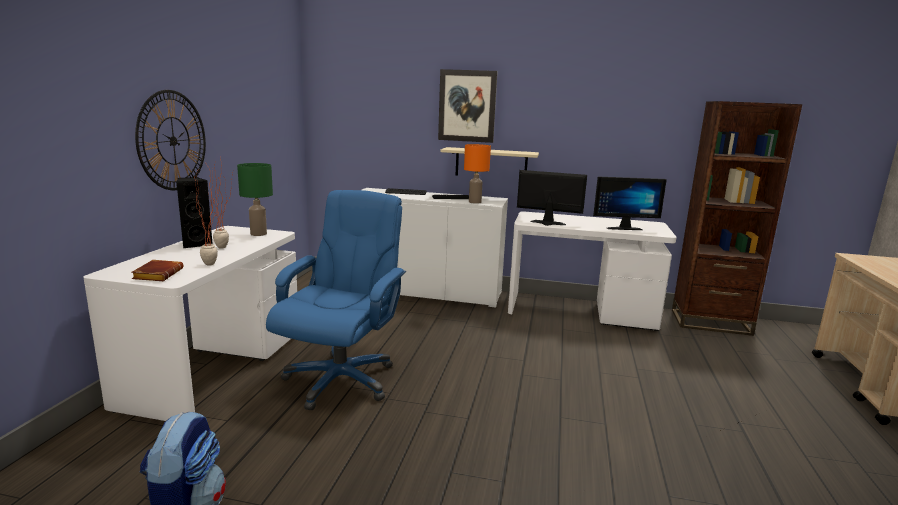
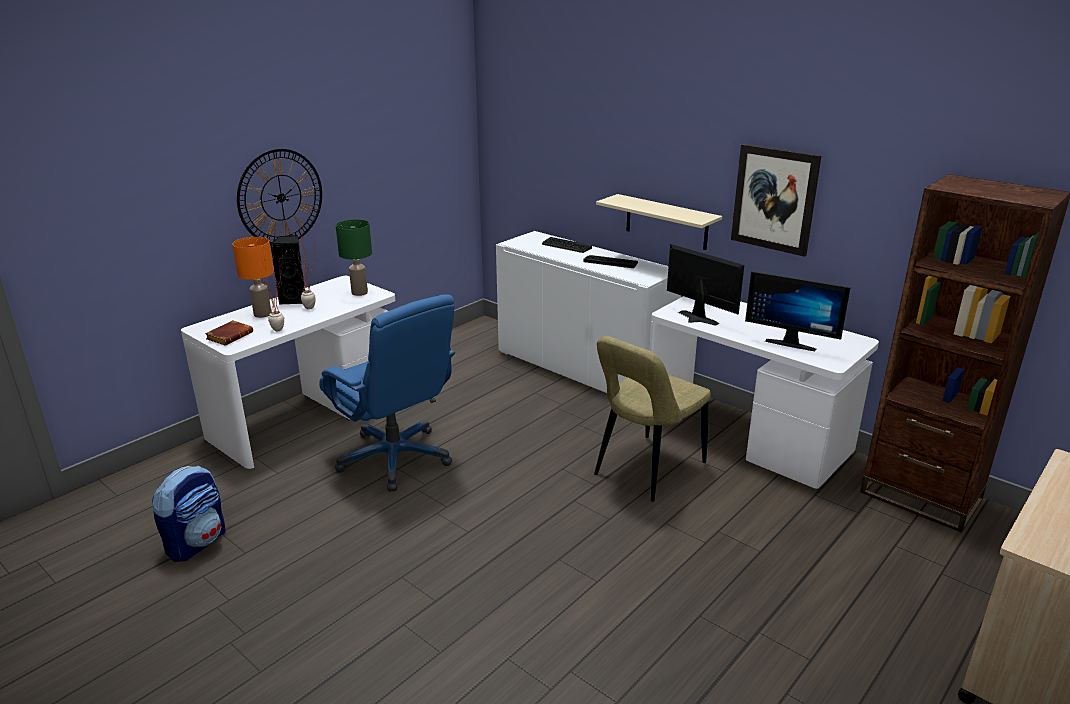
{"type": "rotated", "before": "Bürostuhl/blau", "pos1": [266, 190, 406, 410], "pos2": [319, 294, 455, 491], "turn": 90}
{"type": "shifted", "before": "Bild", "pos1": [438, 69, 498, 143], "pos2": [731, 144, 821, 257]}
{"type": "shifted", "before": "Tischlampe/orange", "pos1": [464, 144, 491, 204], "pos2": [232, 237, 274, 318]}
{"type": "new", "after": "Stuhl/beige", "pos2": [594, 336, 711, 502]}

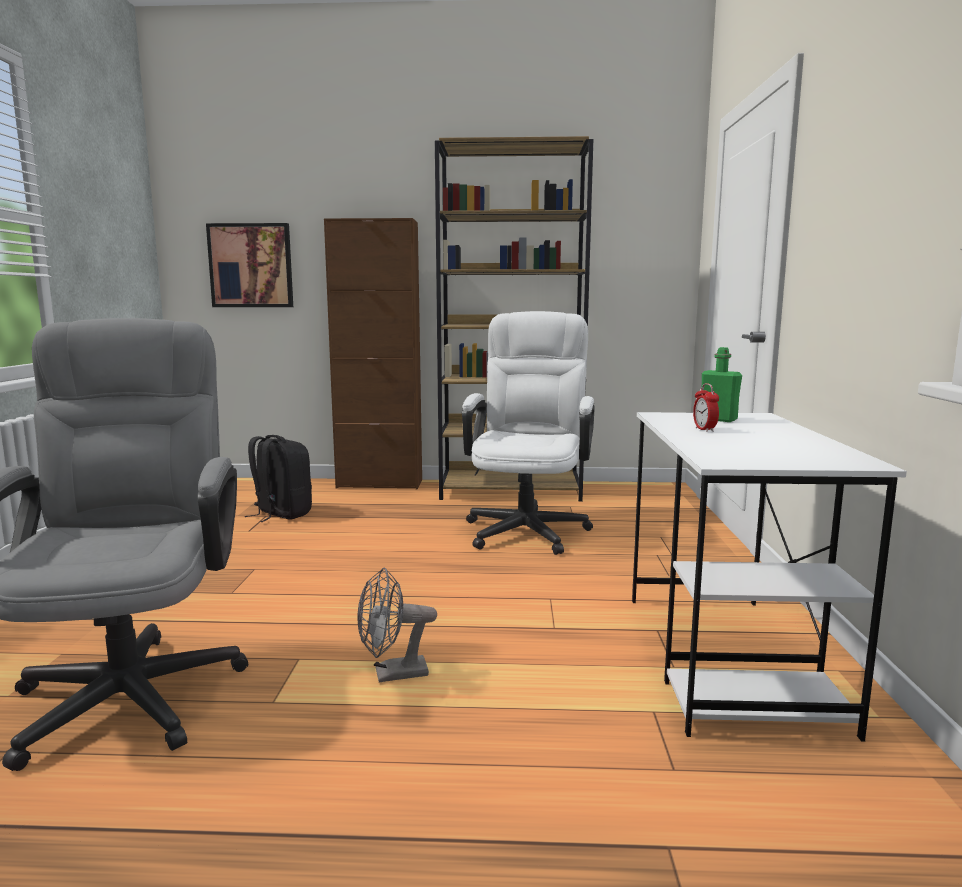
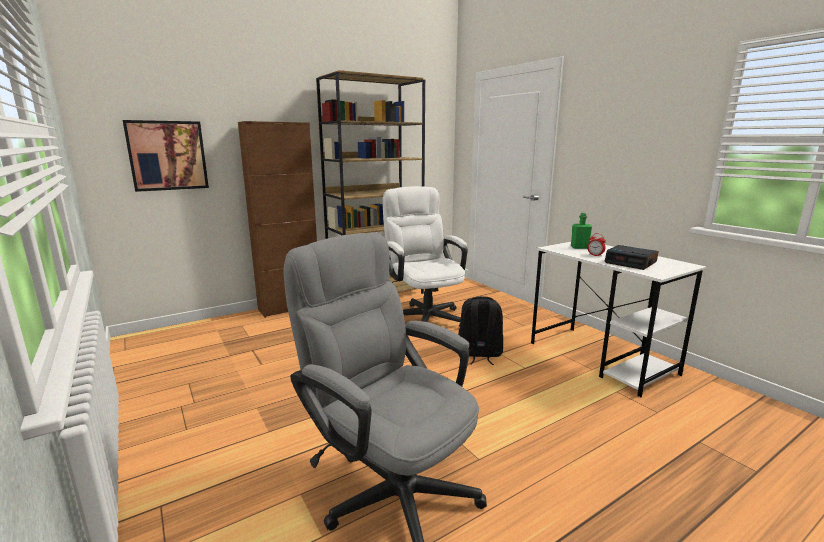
{"type": "shifted", "before": "Rucksack/schwarz", "pos1": [245, 435, 312, 522], "pos2": [458, 296, 503, 365]}
{"type": "gone", "before": "Ventilator/grau", "pos1": [357, 567, 437, 682]}
{"type": "new", "after": "Wecker", "pos2": [604, 245, 658, 270]}

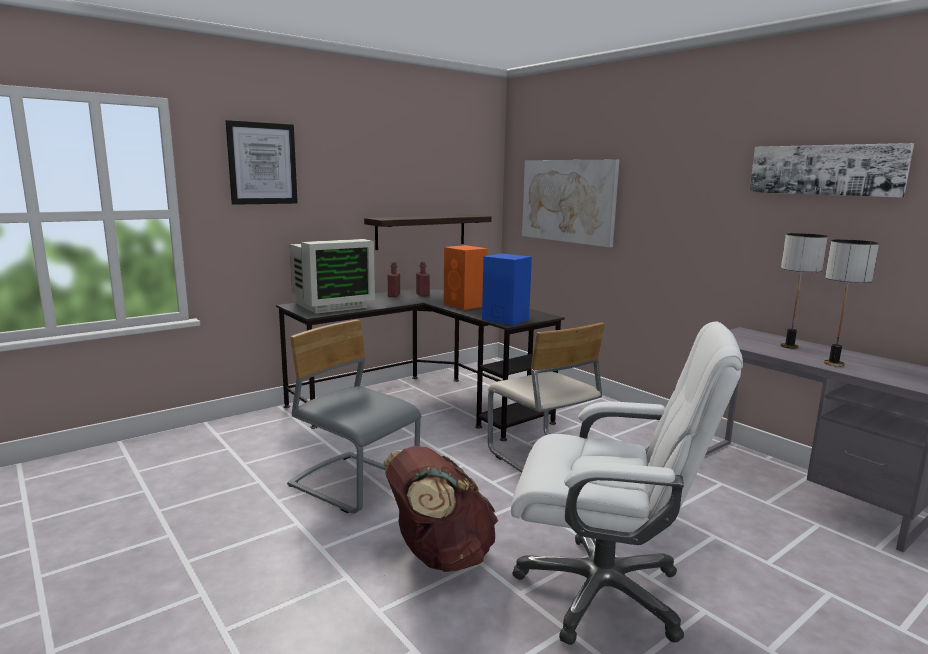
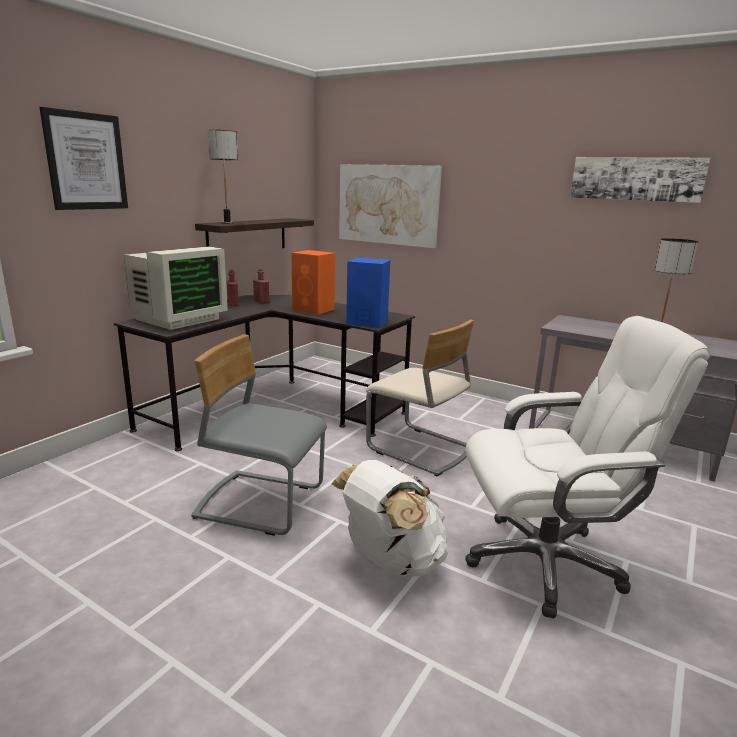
{"type": "repainted", "before": "Rucksack/braun", "after": "Rucksack/weiß", "pos1": [383, 446, 498, 572], "pos2": [331, 460, 448, 577]}
{"type": "shifted", "before": "Tischlampe", "pos1": [780, 233, 828, 349], "pos2": [208, 130, 238, 224]}

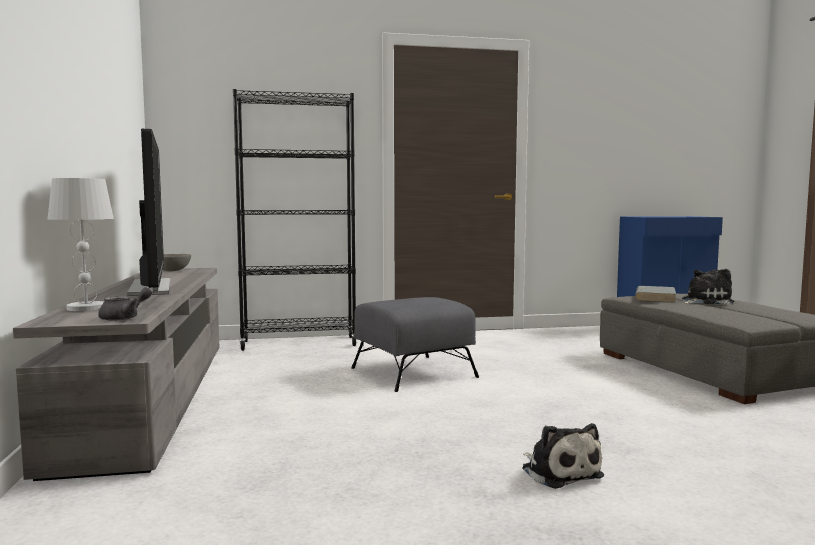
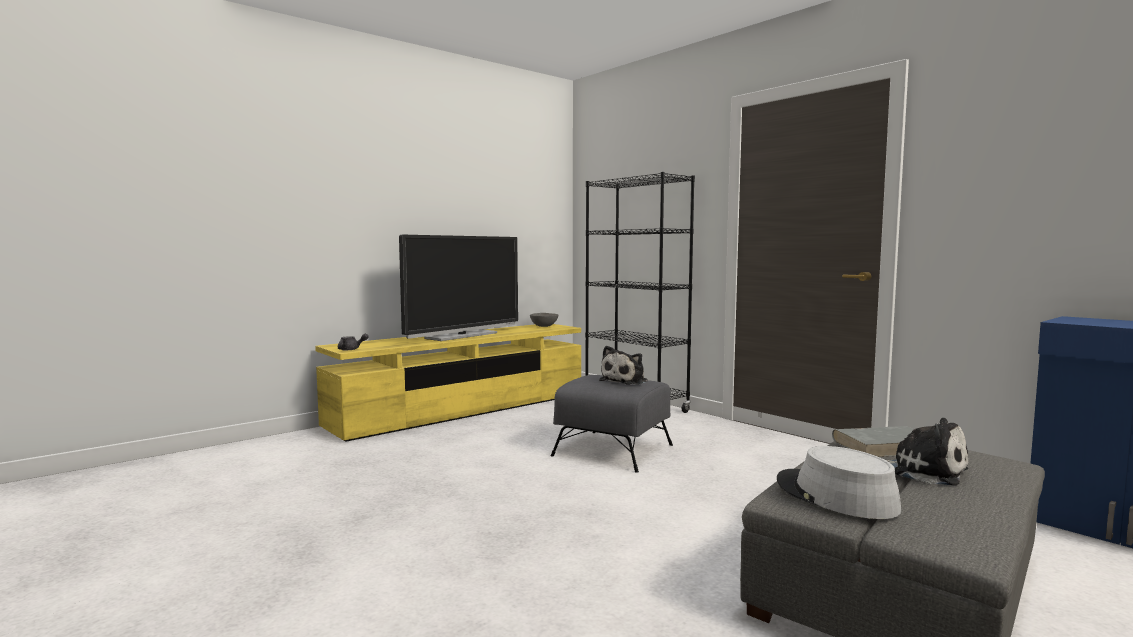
{"type": "repainted", "before": "Fernsehschrank/grau", "after": "Fernsehschrank/gelb", "pos1": [13, 268, 219, 481], "pos2": [315, 324, 581, 442]}
{"type": "gone", "before": "Tischlampe/weiß", "pos1": [48, 178, 114, 311]}
{"type": "shifted", "before": "Plüschtier", "pos1": [522, 423, 604, 489], "pos2": [599, 346, 648, 385]}
{"type": "new", "after": "Hut/grau", "pos2": [777, 446, 902, 519]}

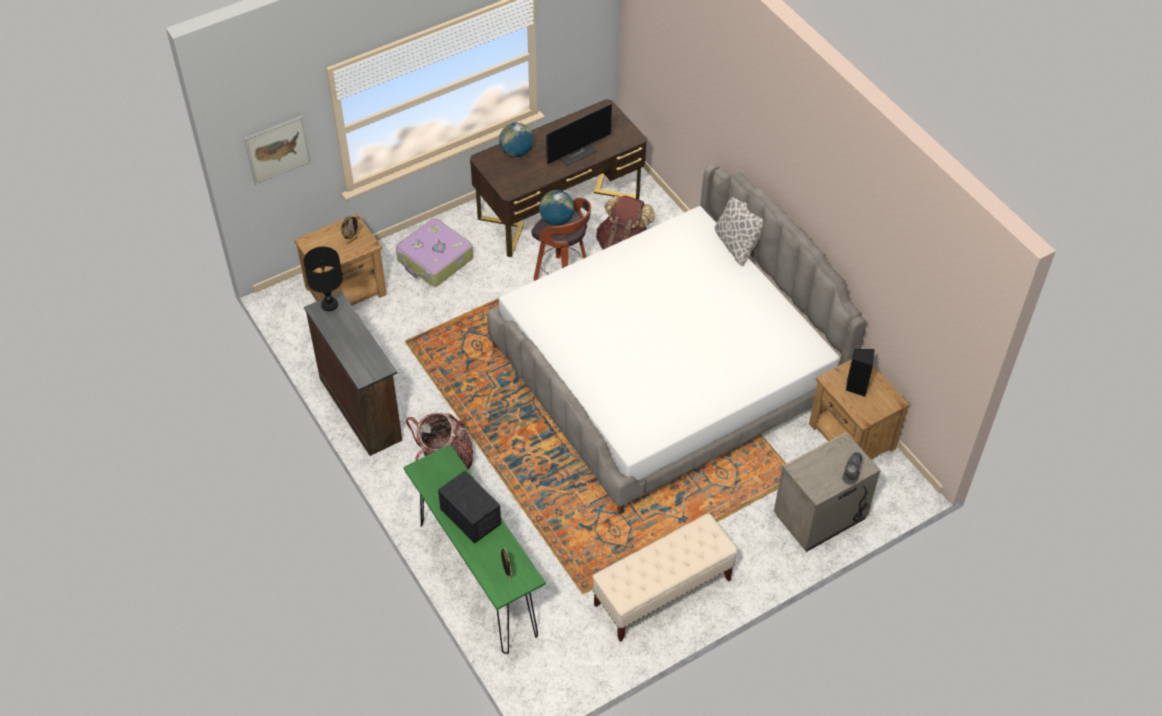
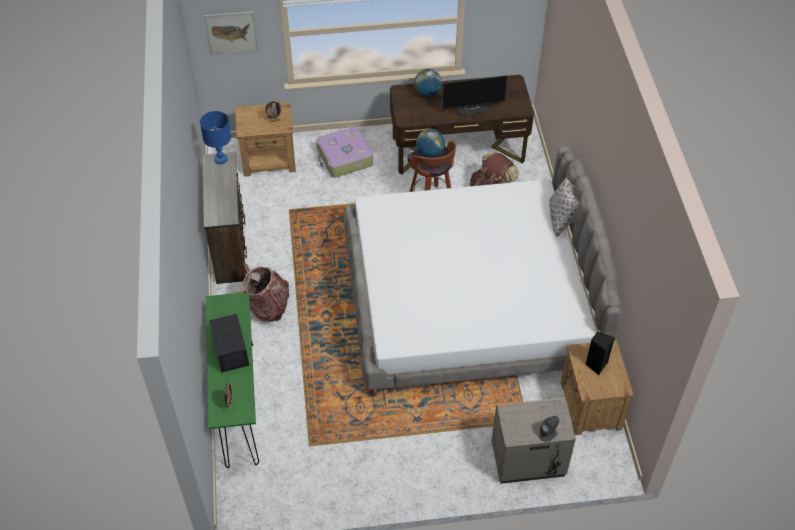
{"type": "repainted", "before": "Tischlampe/schwarz", "after": "Tischlampe/blau", "pos1": [303, 247, 343, 311], "pos2": [200, 111, 231, 164]}
{"type": "gone", "before": "Bank/beige", "pos1": [592, 514, 737, 642]}

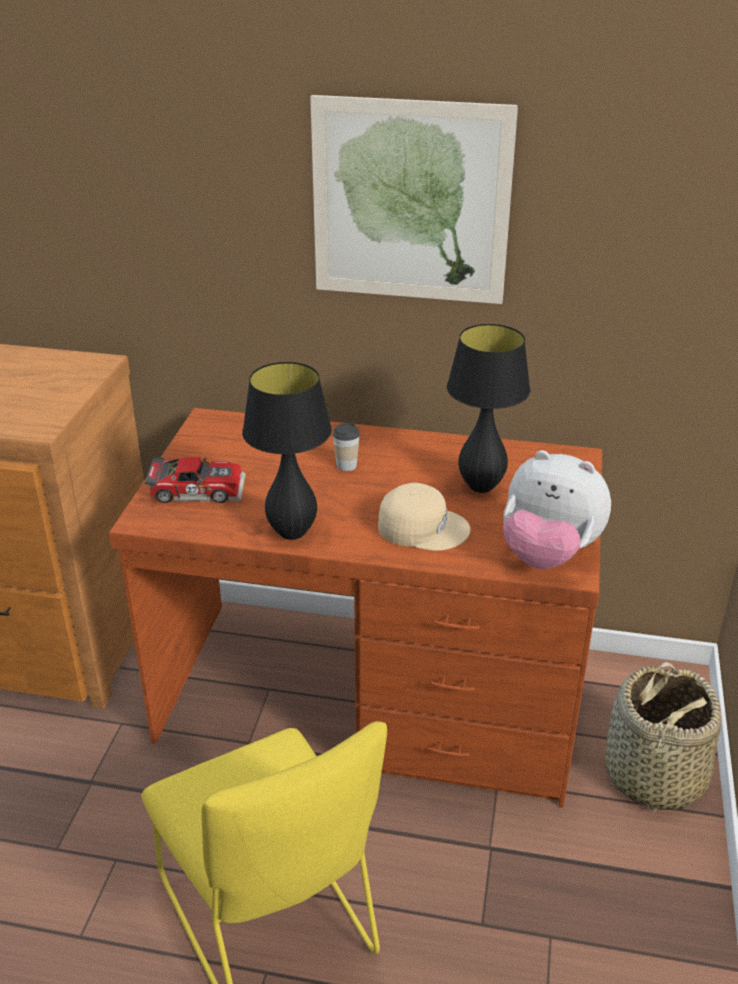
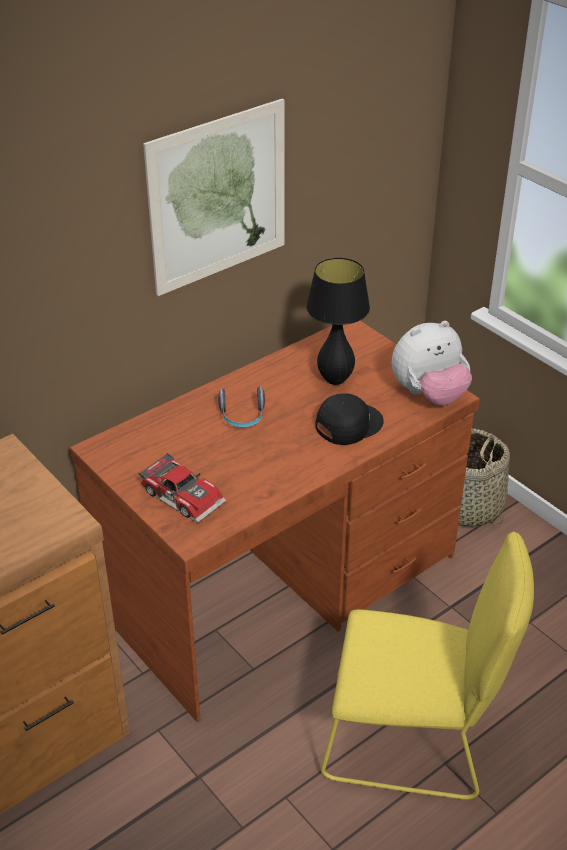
{"type": "rotated", "before": "Spielzeugauto", "pos1": [145, 457, 246, 503], "pos2": [138, 453, 226, 523], "turn": 90}
{"type": "gone", "before": "Tischlampe/schwarz", "pos1": [242, 362, 332, 540]}
{"type": "swapped", "before": "Tasse", "after": "Kopfhörer", "pos1": [333, 423, 360, 471], "pos2": [218, 387, 265, 427]}
{"type": "repainted", "before": "Kappe/beige", "after": "Kappe/schwarz", "pos1": [378, 483, 471, 551], "pos2": [315, 393, 384, 445]}

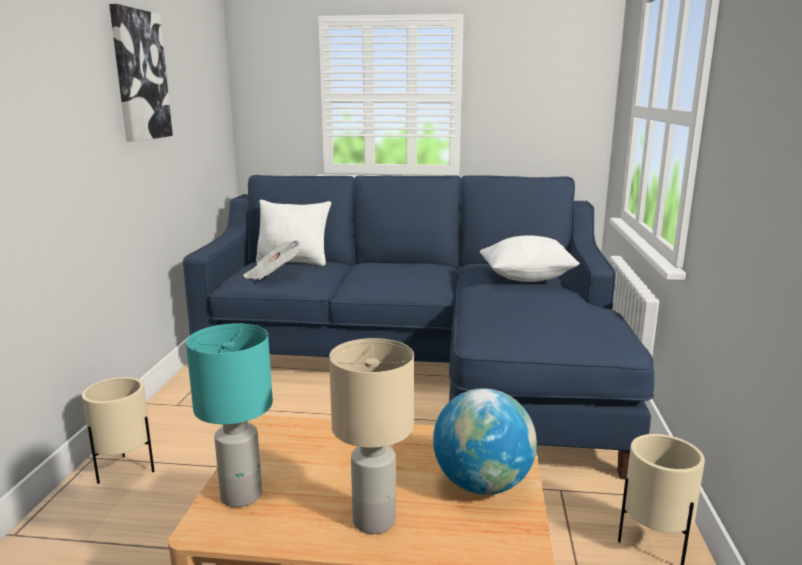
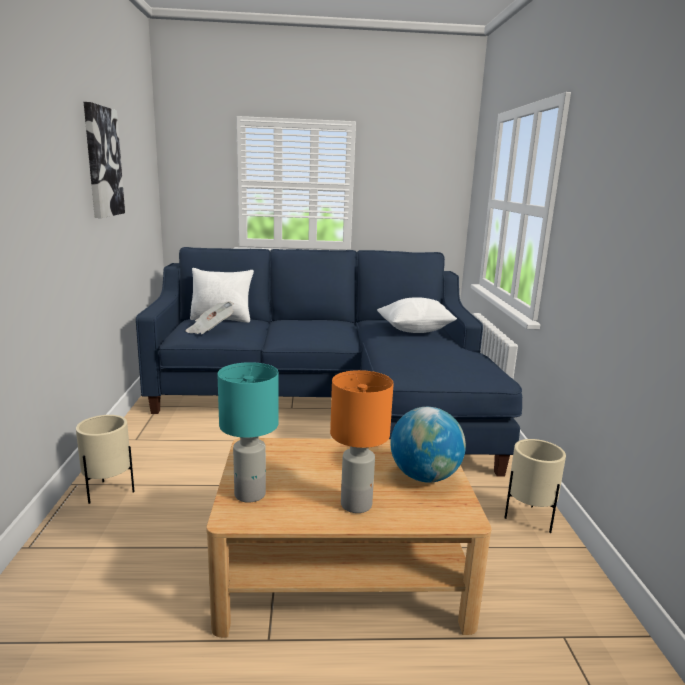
{"type": "repainted", "before": "Tischlampe/beige", "after": "Tischlampe/orange", "pos1": [329, 338, 414, 534], "pos2": [330, 370, 394, 513]}

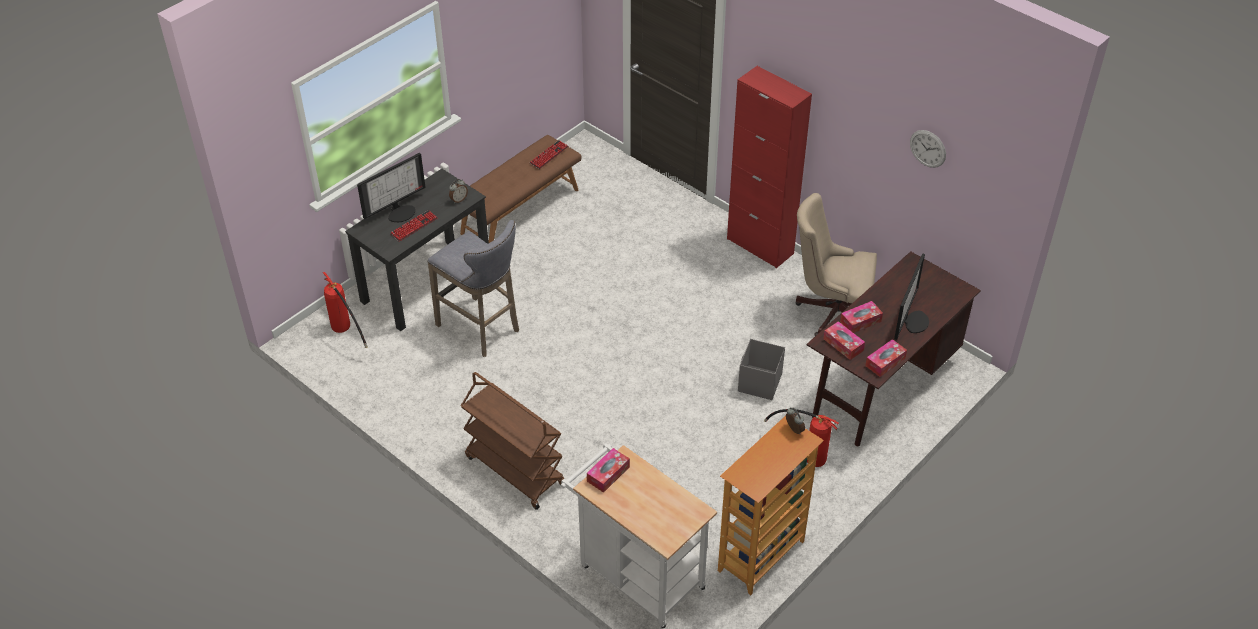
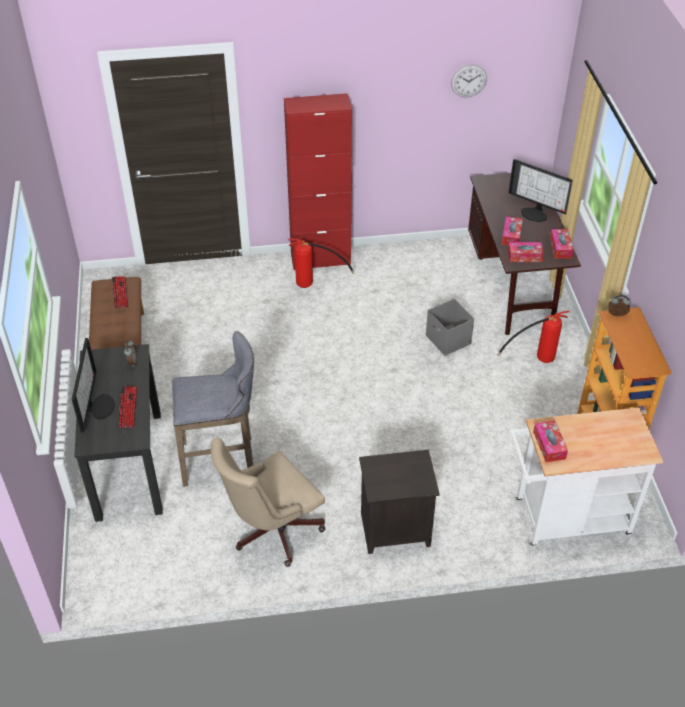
{"type": "shifted", "before": "Feuerlöscher", "pos1": [323, 272, 368, 348], "pos2": [288, 239, 355, 288]}
{"type": "swapped", "before": "Rollwagen/braun", "after": "Nachttisch/schwarz", "pos1": [461, 372, 564, 510], "pos2": [359, 450, 440, 554]}
{"type": "shifted", "before": "Bürostuhl/beige", "pos1": [795, 193, 877, 336], "pos2": [210, 437, 325, 567]}
{"type": "rotated", "before": "Monitor", "pos1": [894, 253, 929, 340], "pos2": [509, 159, 573, 222], "turn": 150}

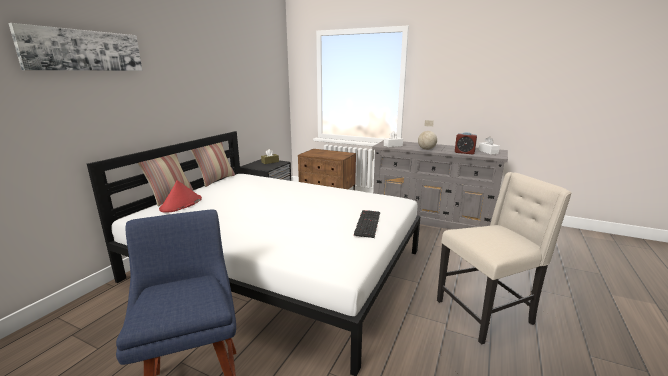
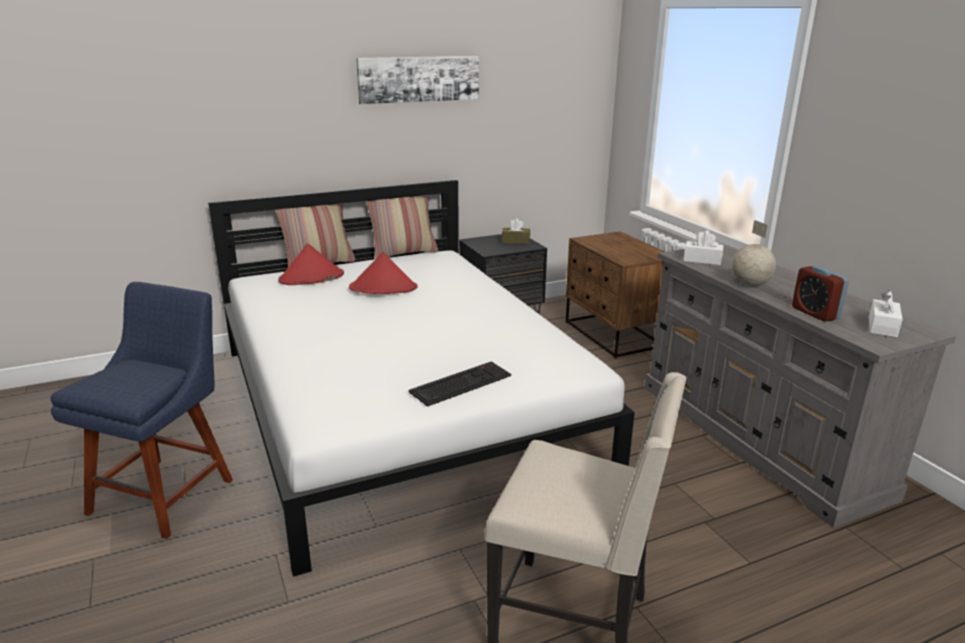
{"type": "shifted", "before": "Bild", "pos1": [8, 23, 142, 71], "pos2": [356, 56, 479, 104]}
{"type": "new", "after": "Hut/rot", "pos2": [349, 252, 418, 294]}

